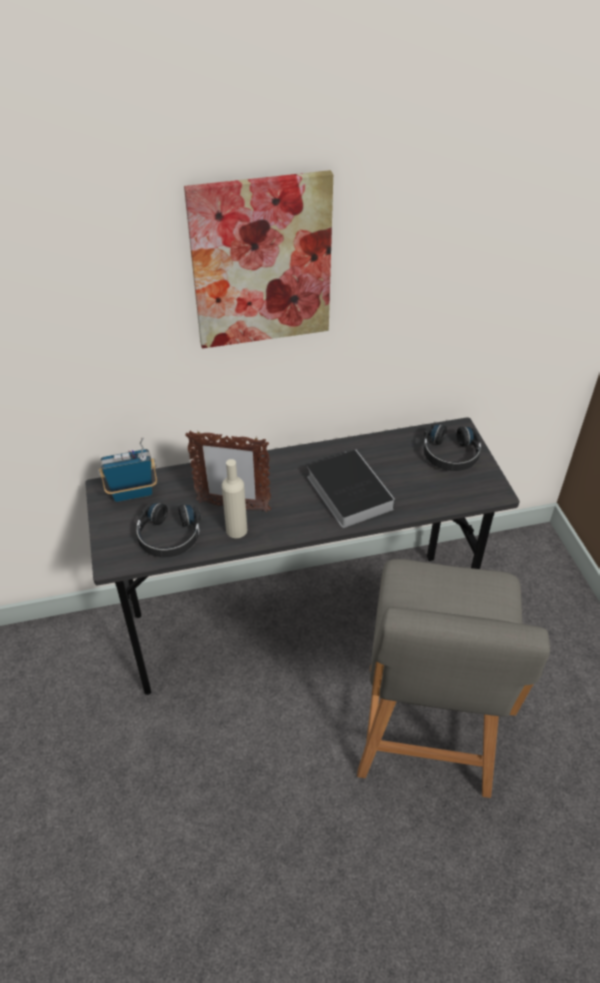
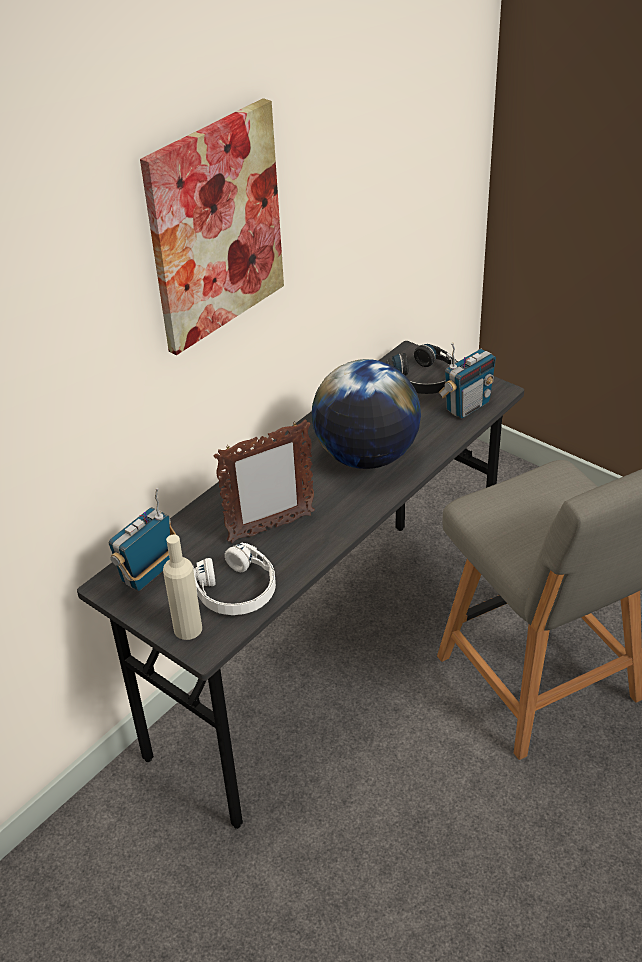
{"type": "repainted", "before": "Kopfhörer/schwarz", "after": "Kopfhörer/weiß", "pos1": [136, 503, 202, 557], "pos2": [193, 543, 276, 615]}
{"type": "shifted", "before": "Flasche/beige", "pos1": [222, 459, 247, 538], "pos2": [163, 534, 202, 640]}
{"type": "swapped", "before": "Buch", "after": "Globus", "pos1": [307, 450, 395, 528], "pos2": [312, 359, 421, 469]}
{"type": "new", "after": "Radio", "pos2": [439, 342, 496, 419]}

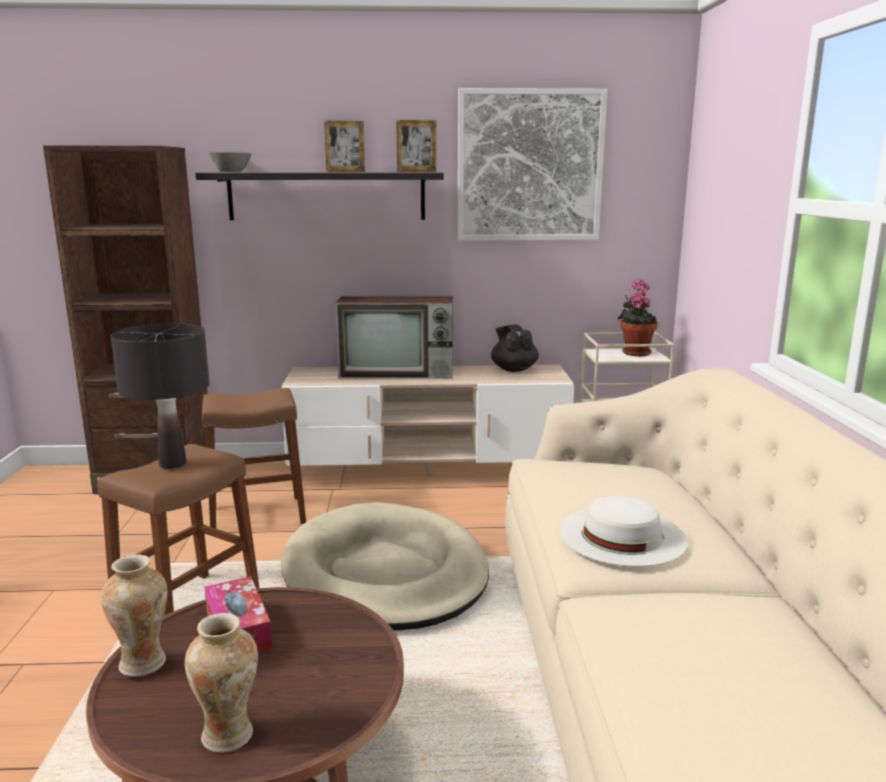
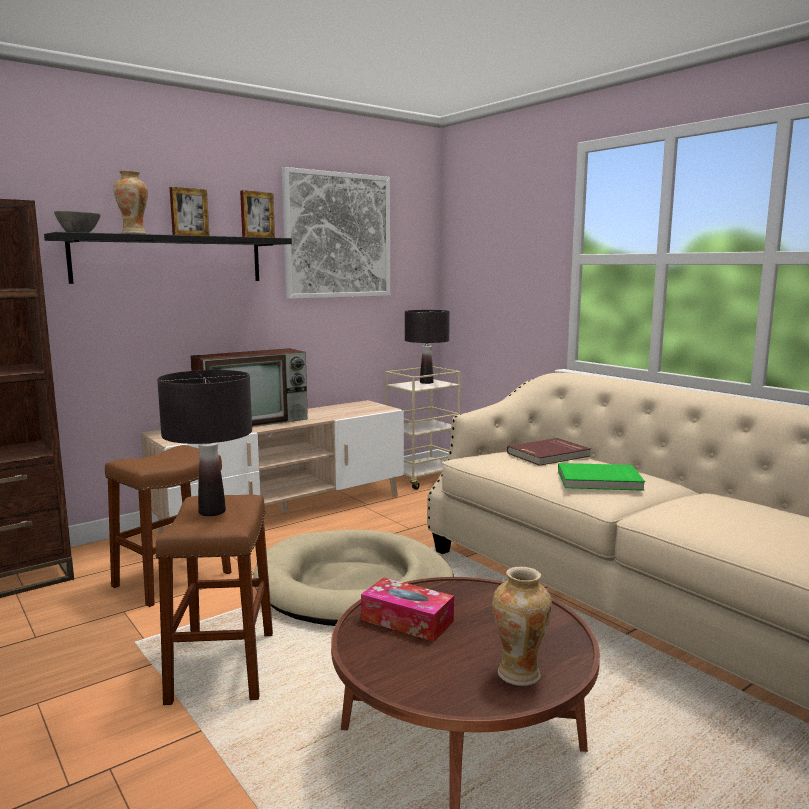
{"type": "shifted", "before": "Vase", "pos1": [101, 555, 167, 677], "pos2": [113, 171, 148, 234]}
{"type": "gone", "before": "Teekanne/schwarz", "pos1": [491, 325, 539, 372]}
{"type": "swapped", "before": "Hut/weiß", "after": "Buch/grün", "pos1": [559, 496, 688, 567], "pos2": [558, 463, 645, 491]}
{"type": "swapped", "before": "Topfpflanze", "after": "Tischlampe/schwarz", "pos1": [618, 279, 658, 356], "pos2": [405, 310, 450, 384]}
{"type": "new", "after": "Buch/rot", "pos2": [507, 438, 591, 466]}

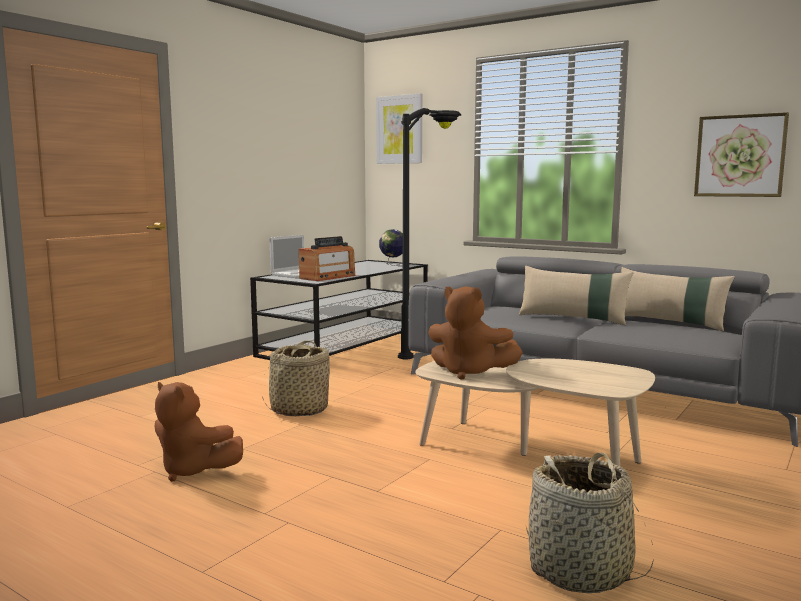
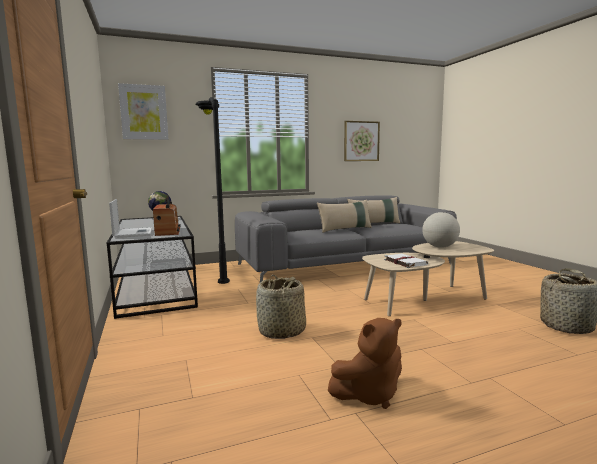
{"type": "swapped", "before": "Plüschtier/braun", "after": "Buch/weiß", "pos1": [428, 286, 523, 380], "pos2": [384, 254, 428, 268]}
{"type": "new", "after": "Globus", "pos2": [422, 212, 460, 248]}

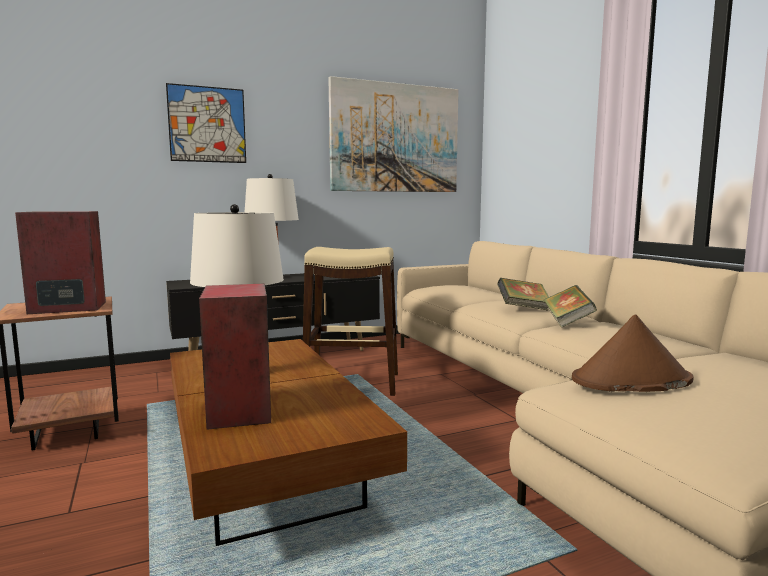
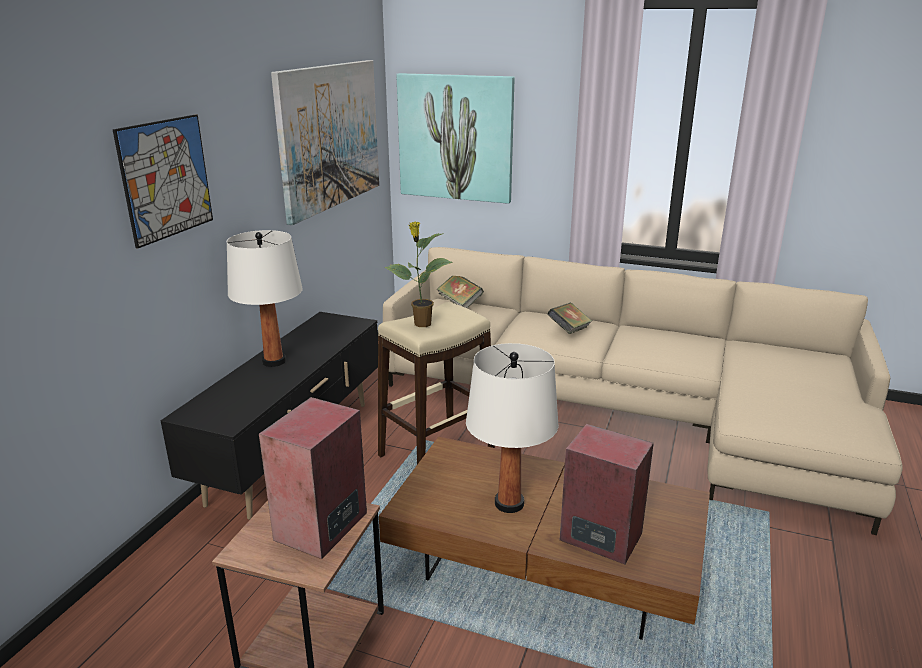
{"type": "shifted", "before": "Buch", "pos1": [544, 285, 597, 328], "pos2": [437, 276, 484, 308]}
{"type": "gone", "before": "Hut/braun", "pos1": [572, 314, 694, 392]}
{"type": "new", "after": "Topfpflanze", "pos2": [384, 221, 452, 327]}
{"type": "new", "after": "Bild", "pos2": [396, 73, 514, 204]}

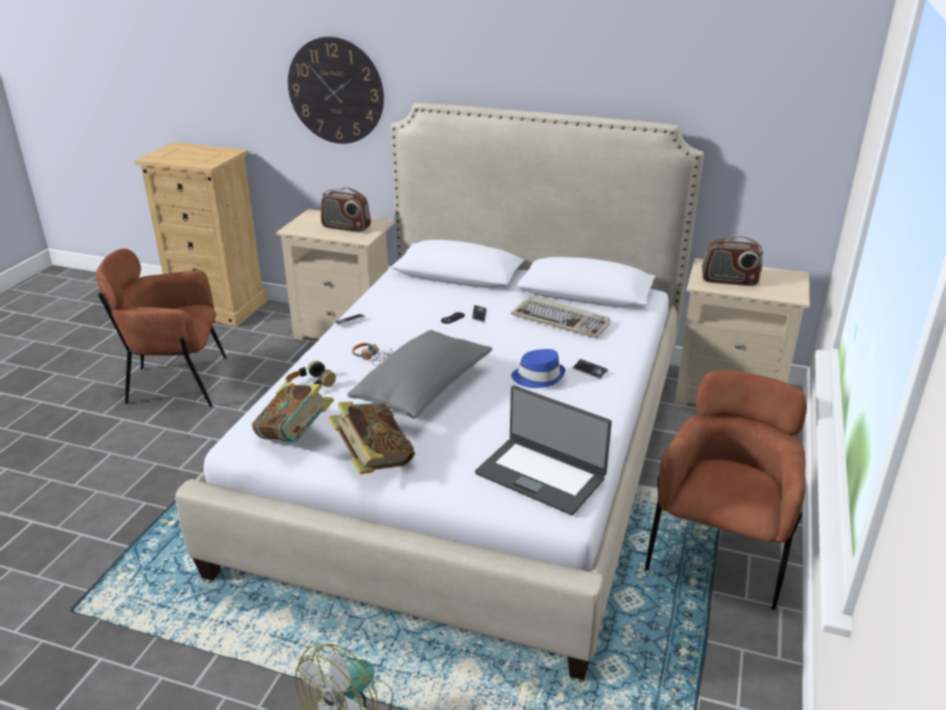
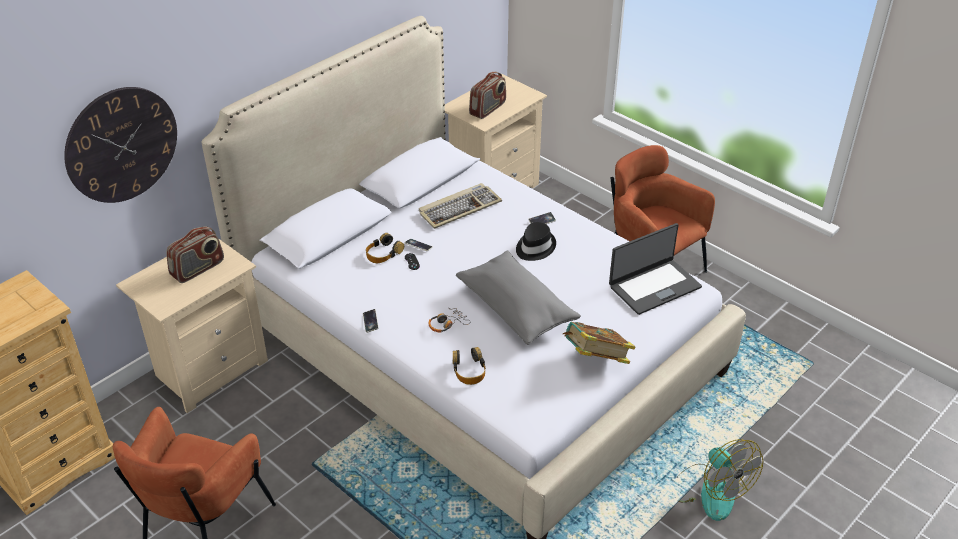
{"type": "gone", "before": "Buch", "pos1": [252, 382, 334, 443]}
{"type": "repainted", "before": "Hut/blau", "after": "Hut/schwarz", "pos1": [511, 349, 565, 388], "pos2": [516, 222, 556, 261]}
{"type": "new", "after": "Kopfhörer", "pos2": [366, 233, 404, 263]}

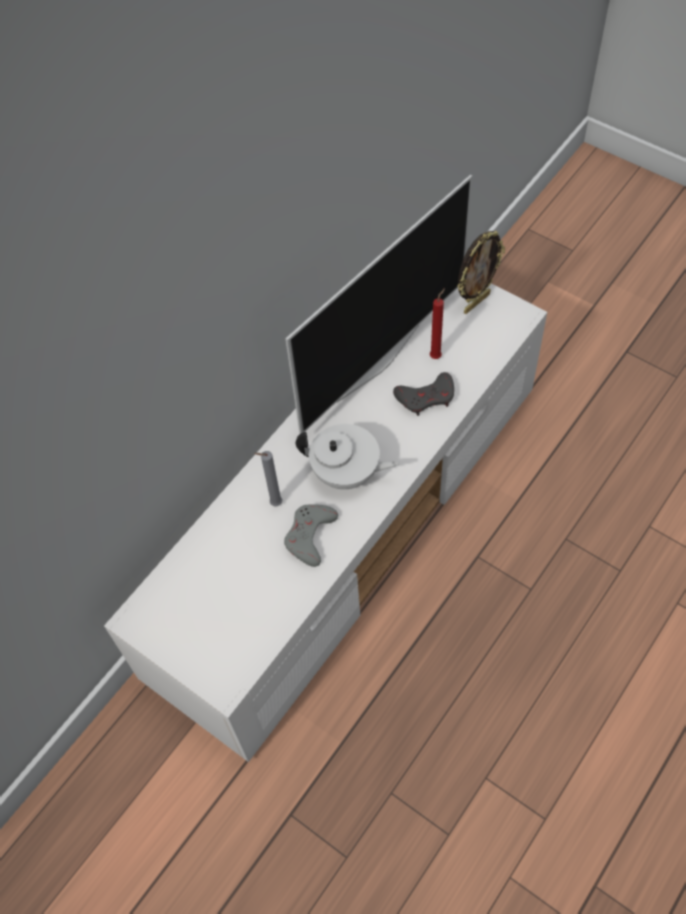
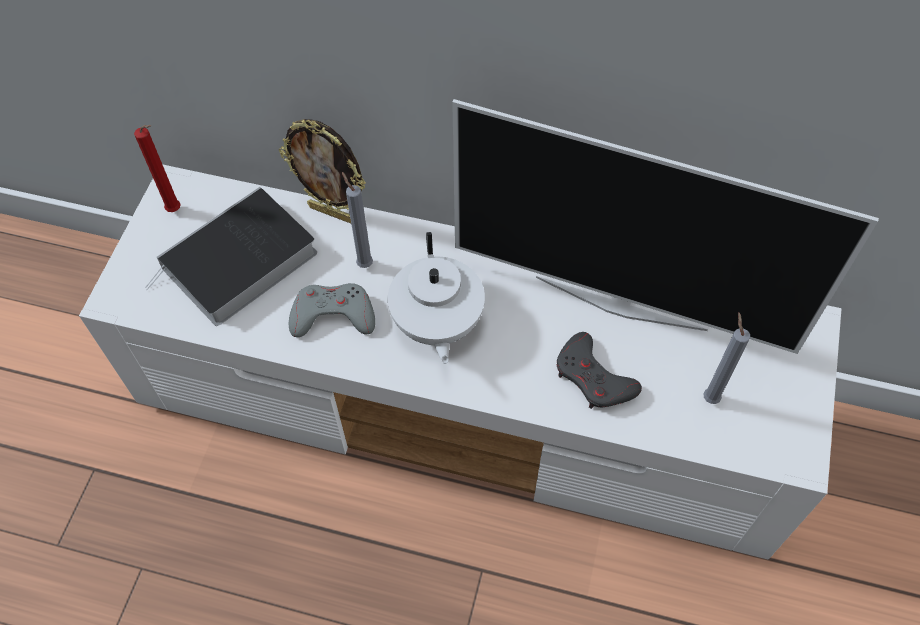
{"type": "shifted", "before": "Kerze/rot", "pos1": [430, 288, 445, 359], "pos2": [134, 125, 181, 212]}
{"type": "shifted", "before": "Bilderrahmen", "pos1": [457, 230, 505, 314], "pos2": [279, 119, 366, 224]}
{"type": "new", "after": "Buch", "pos2": [145, 187, 317, 326]}
{"type": "new", "after": "Kerze/grau", "pos2": [704, 313, 751, 404]}

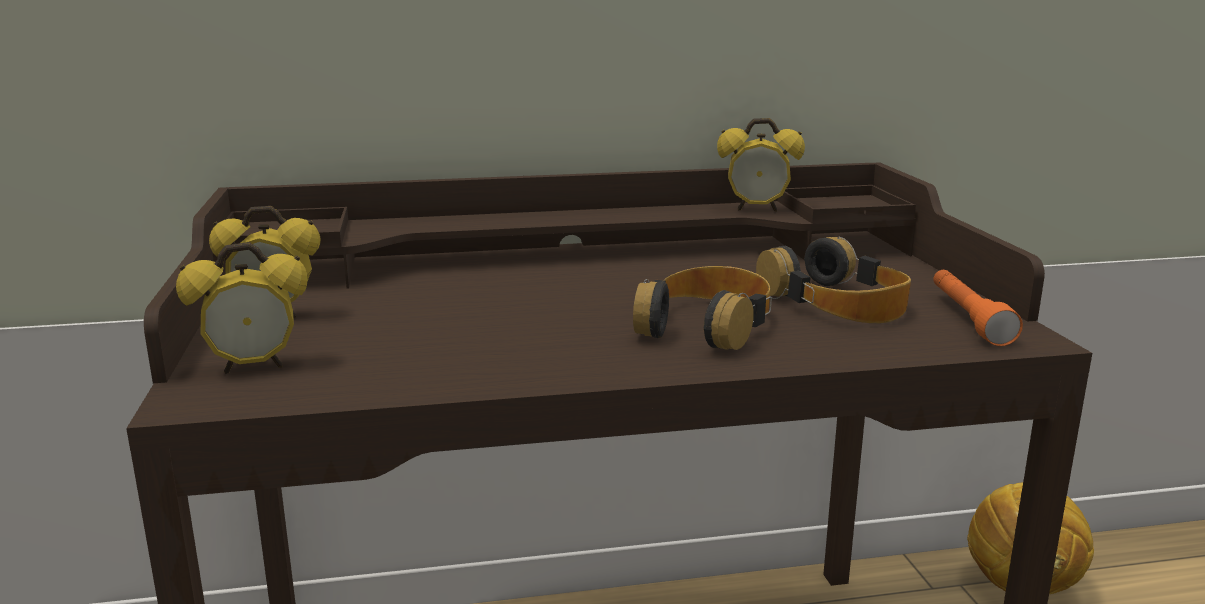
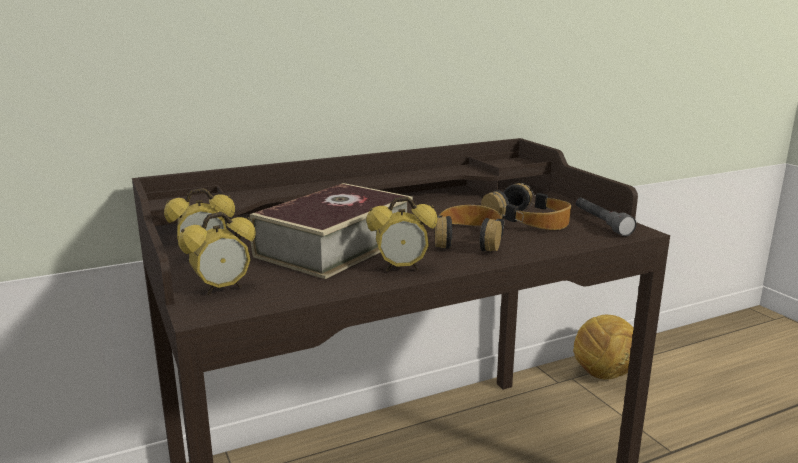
{"type": "shifted", "before": "Wecker", "pos1": [717, 118, 805, 212], "pos2": [366, 197, 438, 272]}
{"type": "repainted", "before": "Taschenlampe/orange", "after": "Taschenlampe/grau", "pos1": [933, 270, 1023, 346], "pos2": [575, 197, 636, 236]}
{"type": "new", "after": "Buch", "pos2": [250, 183, 413, 279]}

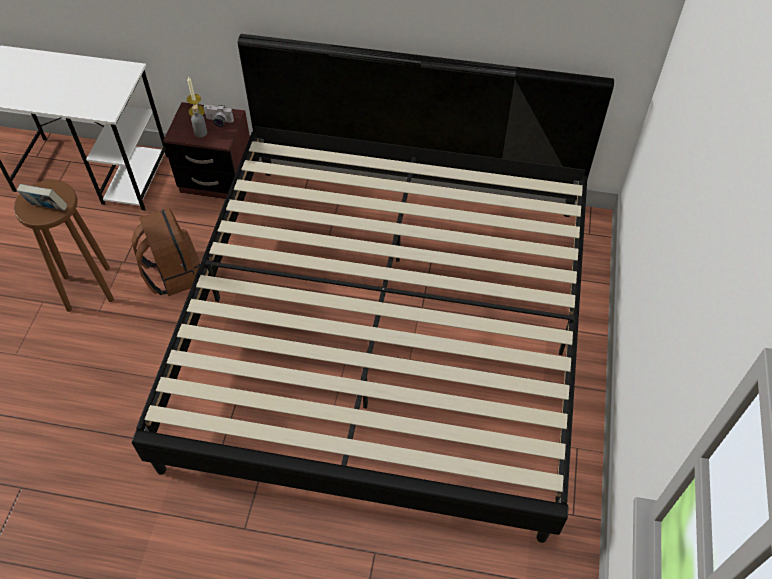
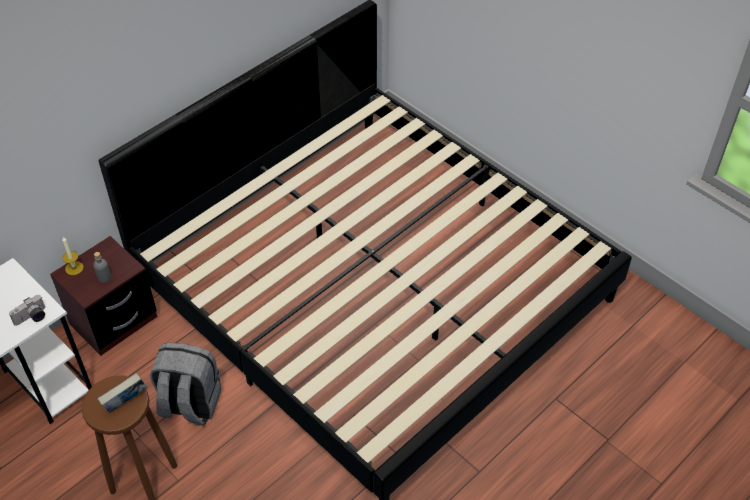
{"type": "repainted", "before": "Rucksack/braun", "after": "Rucksack/grau", "pos1": [131, 208, 200, 296], "pos2": [150, 343, 221, 426]}
{"type": "shifted", "before": "Kamera", "pos1": [204, 105, 234, 127], "pos2": [9, 295, 45, 326]}

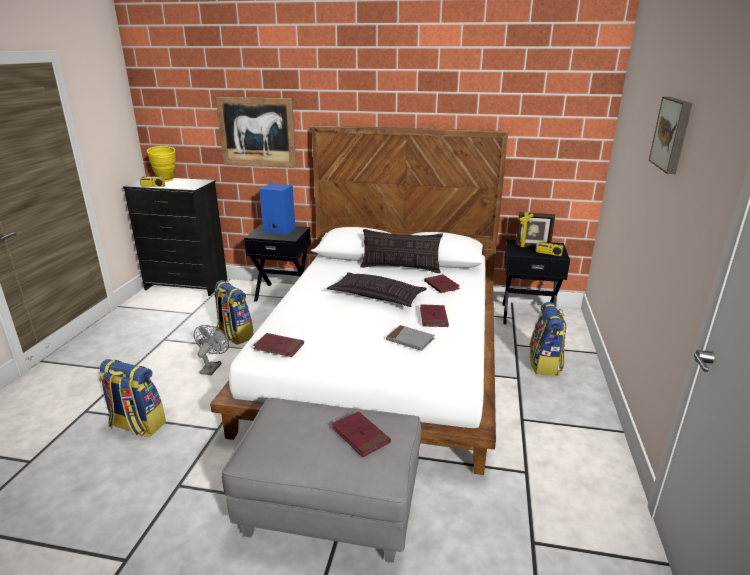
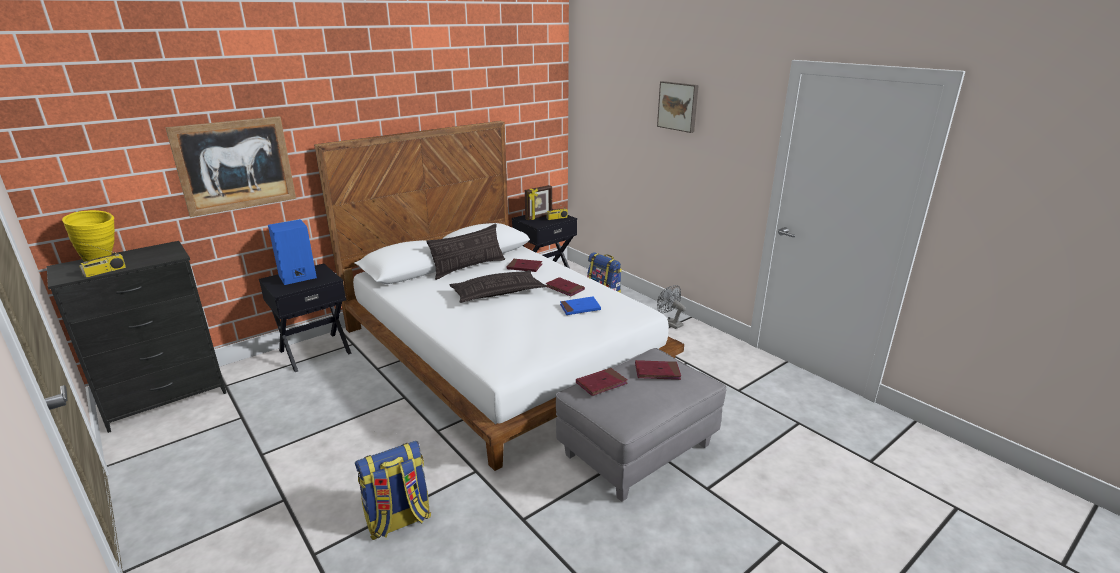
{"type": "shifted", "before": "Ventilator/grau", "pos1": [194, 325, 229, 375], "pos2": [657, 285, 686, 329]}
{"type": "gone", "before": "Rucksack", "pos1": [213, 280, 254, 345]}
{"type": "shifted", "before": "Buch/rot", "pos1": [253, 333, 304, 357], "pos2": [576, 368, 628, 396]}
{"type": "repainted", "before": "Buch/grau", "after": "Buch/blau", "pos1": [386, 325, 435, 351], "pos2": [560, 296, 601, 315]}

